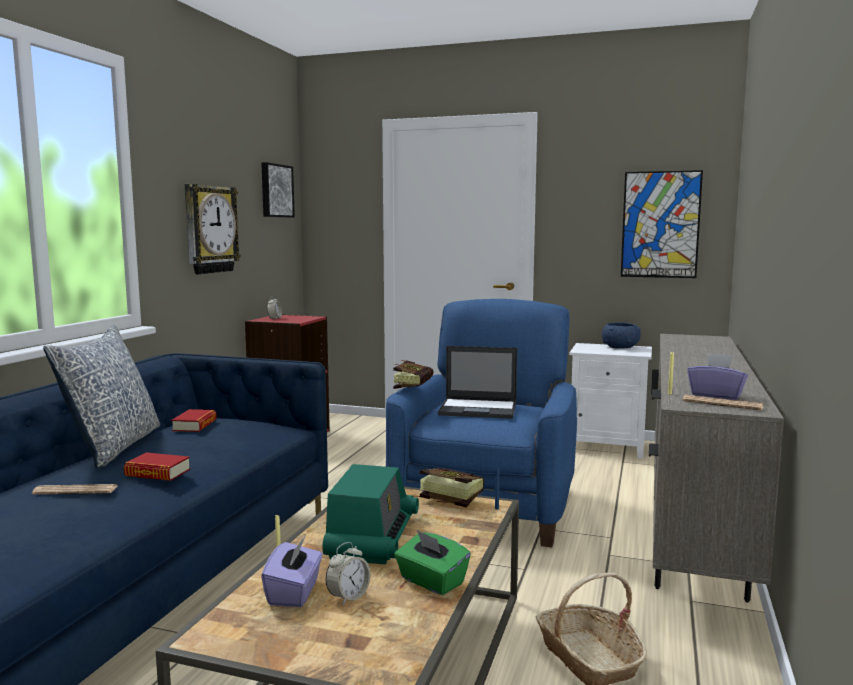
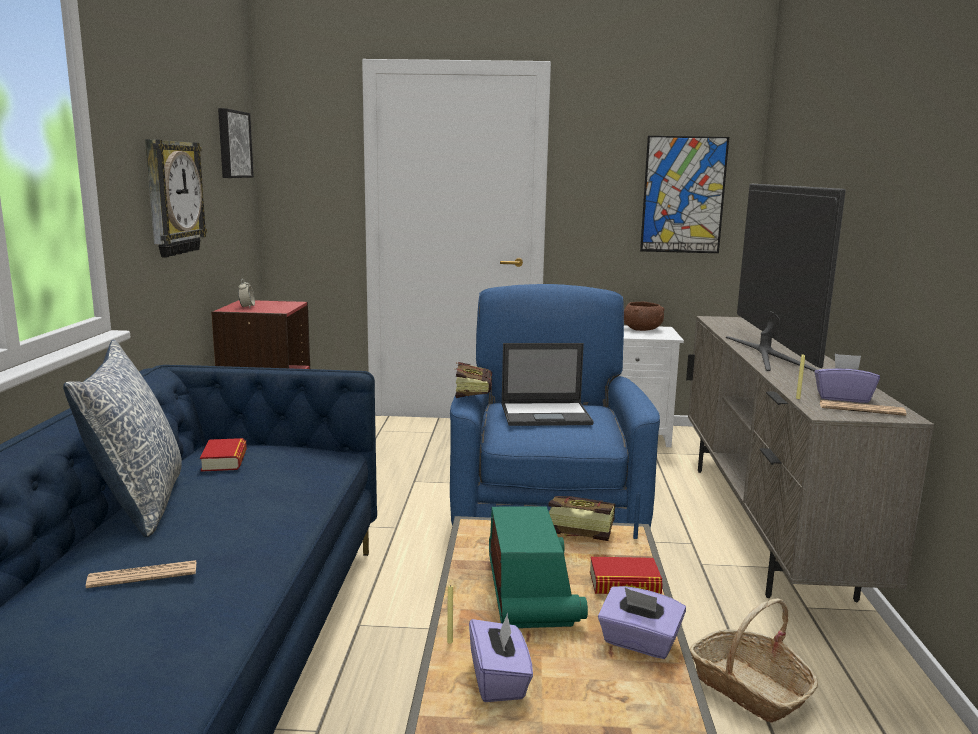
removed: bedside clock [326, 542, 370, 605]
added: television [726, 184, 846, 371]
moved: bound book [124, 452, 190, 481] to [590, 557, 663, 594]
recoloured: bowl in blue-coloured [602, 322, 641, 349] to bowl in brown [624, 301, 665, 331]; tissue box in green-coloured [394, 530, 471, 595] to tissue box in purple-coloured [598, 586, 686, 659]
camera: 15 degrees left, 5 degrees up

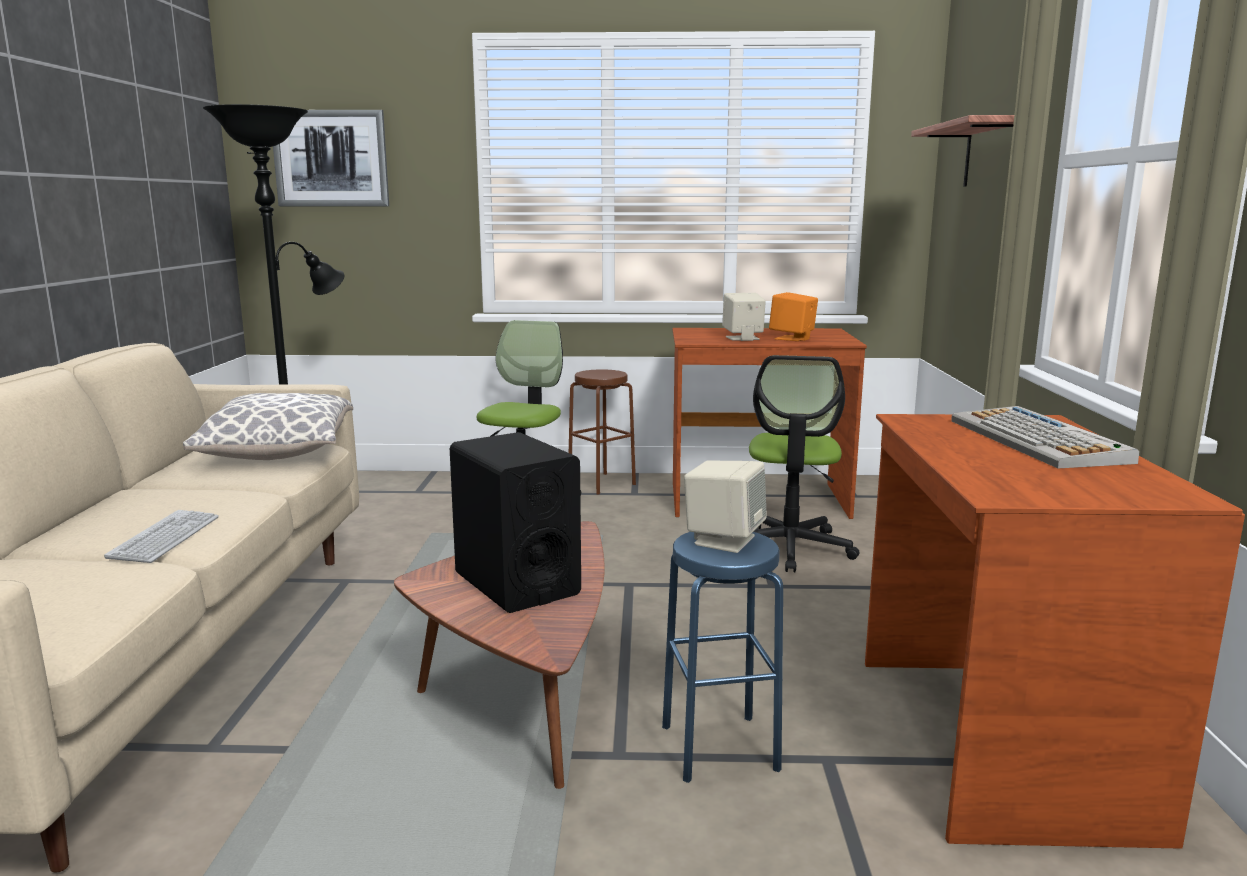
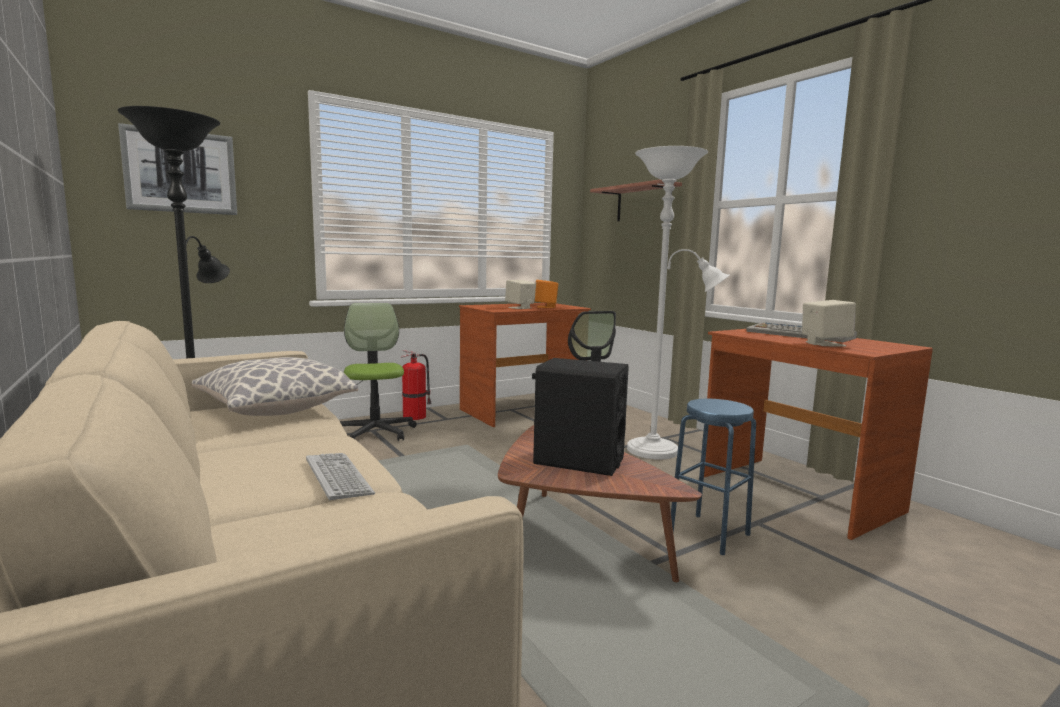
added: standing lamp in whitish [627, 146, 730, 459]
moved: audio speaker in beige [684, 461, 767, 553] to [802, 300, 856, 346]
replaced: stool in brown [569, 369, 636, 494] to extinguisher [401, 350, 432, 420]
camera: 35 degrees left, 5 degrees down

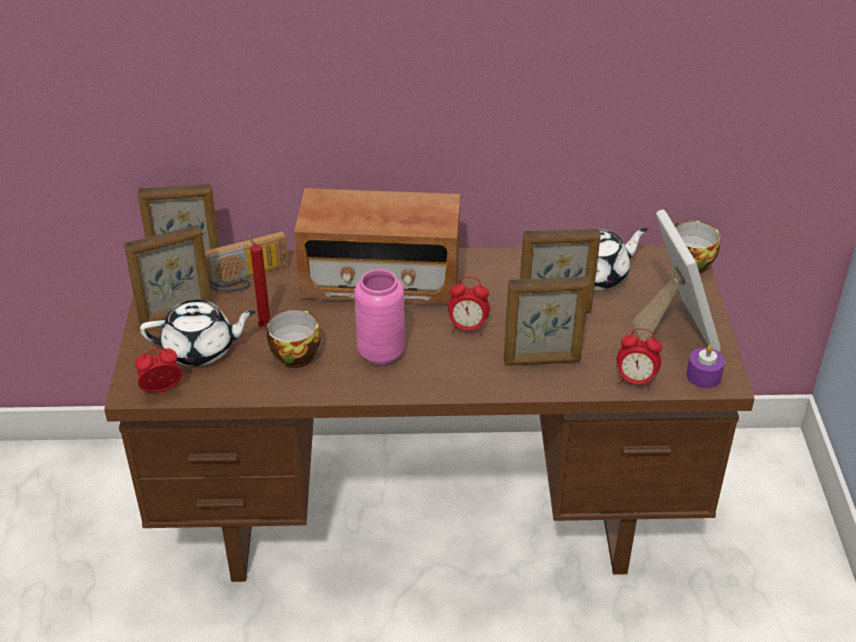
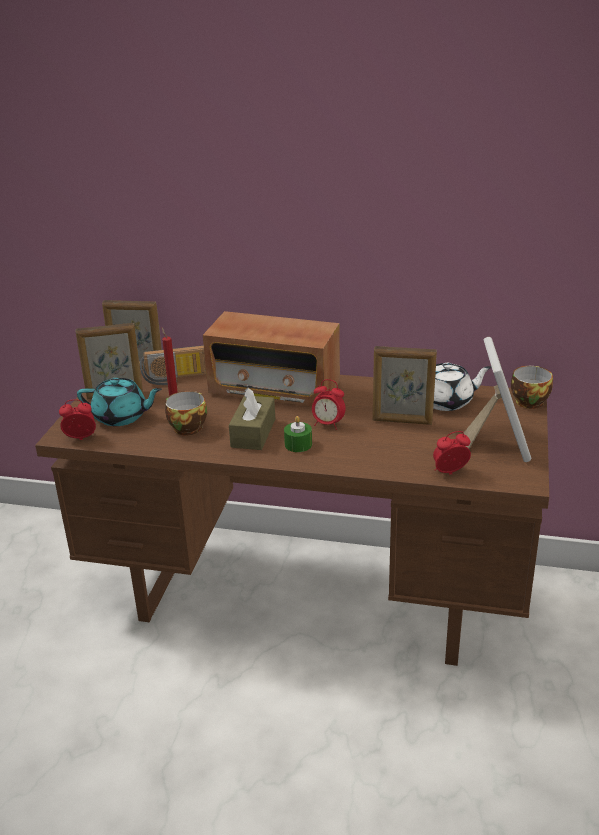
removed: standing frame [503, 276, 590, 366]; wax candle in purple-coloured [686, 345, 725, 388]
added: wax candle in green-coloured [284, 416, 312, 452]
replaced: vase in pinkish [354, 269, 405, 365] to tissue box in brown [229, 388, 275, 450]
recoloured: tea pot in whitish [140, 300, 256, 366] to tea pot in turquoise-coloured [77, 378, 162, 426]
turned: bedside clock [617, 328, 662, 390] = [433, 431, 471, 475] 135 degrees clockwise
camera: 15 degrees right, 10 degrees down

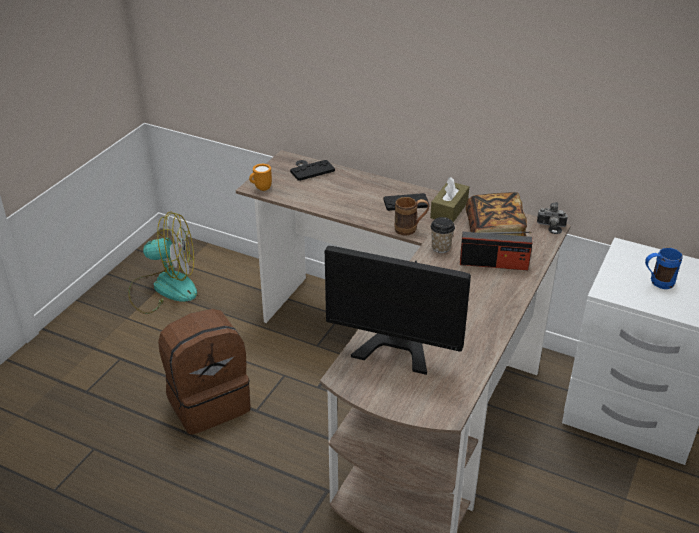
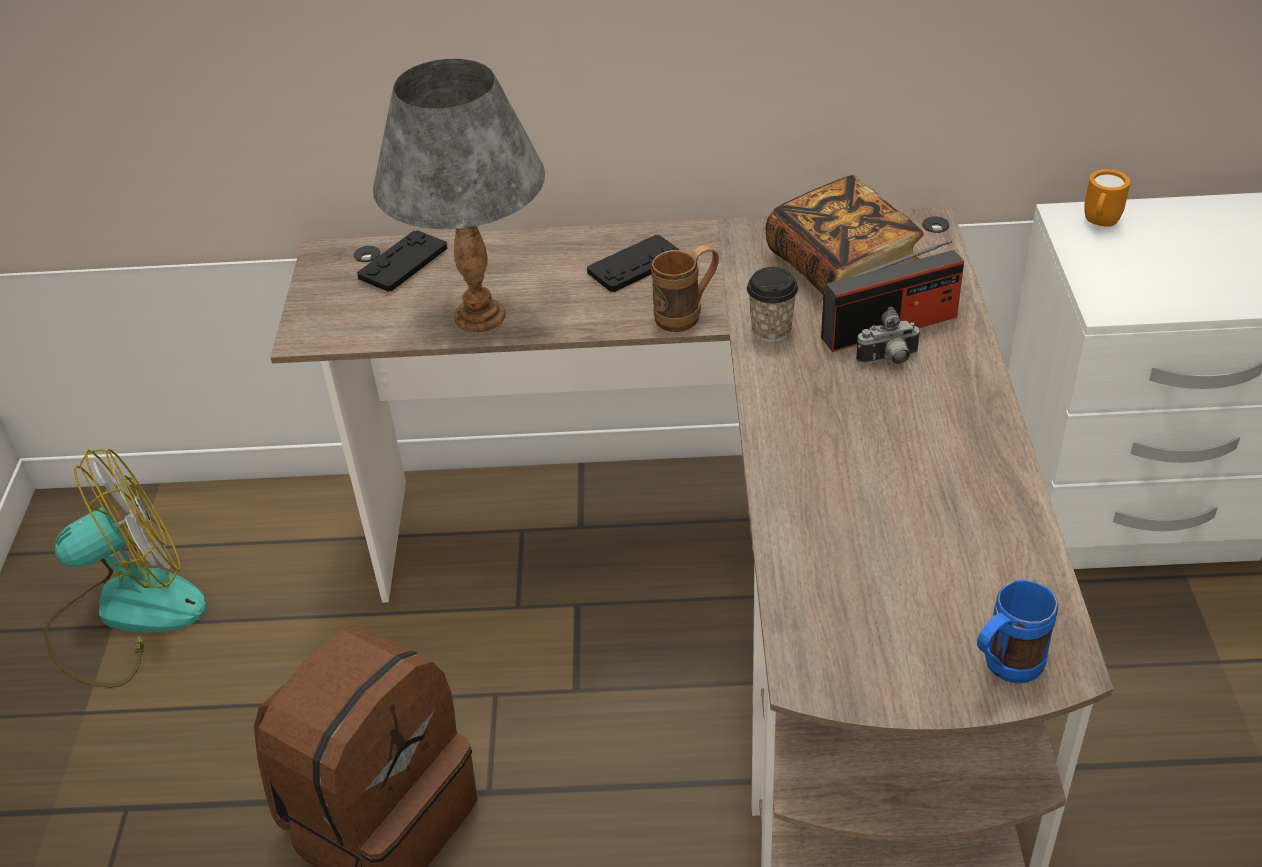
removed: tissue box in brown [430, 177, 469, 222]; monitor [325, 246, 471, 375]
added: table lamp in greyish [373, 58, 545, 332]
moved: tea mug in orange [249, 164, 272, 191] to [1084, 169, 1130, 227]; photo camera [537, 202, 568, 228] to [856, 307, 921, 364]; tea mug in blue-coloured [645, 248, 683, 289] to [977, 580, 1058, 683]
camera: 25 degrees left, 5 degrees up

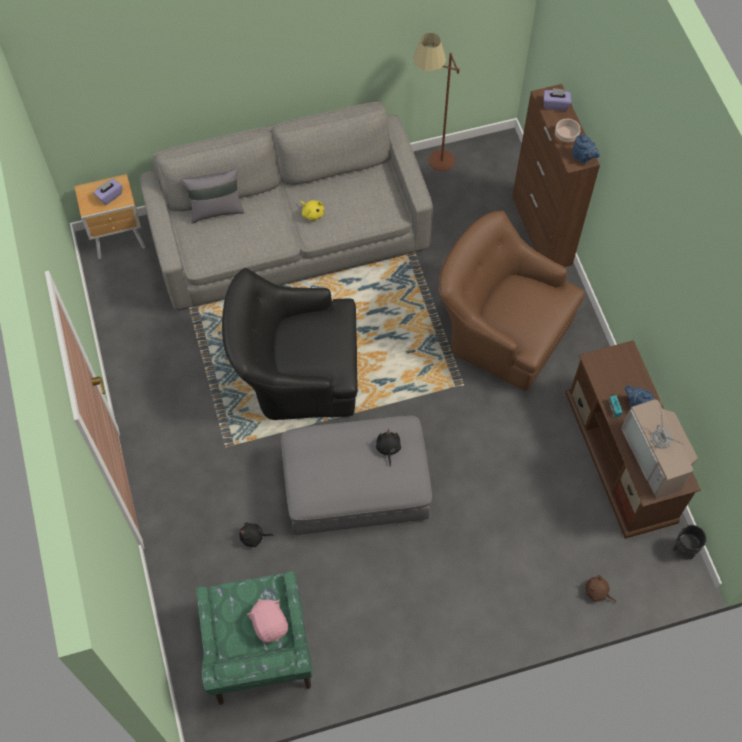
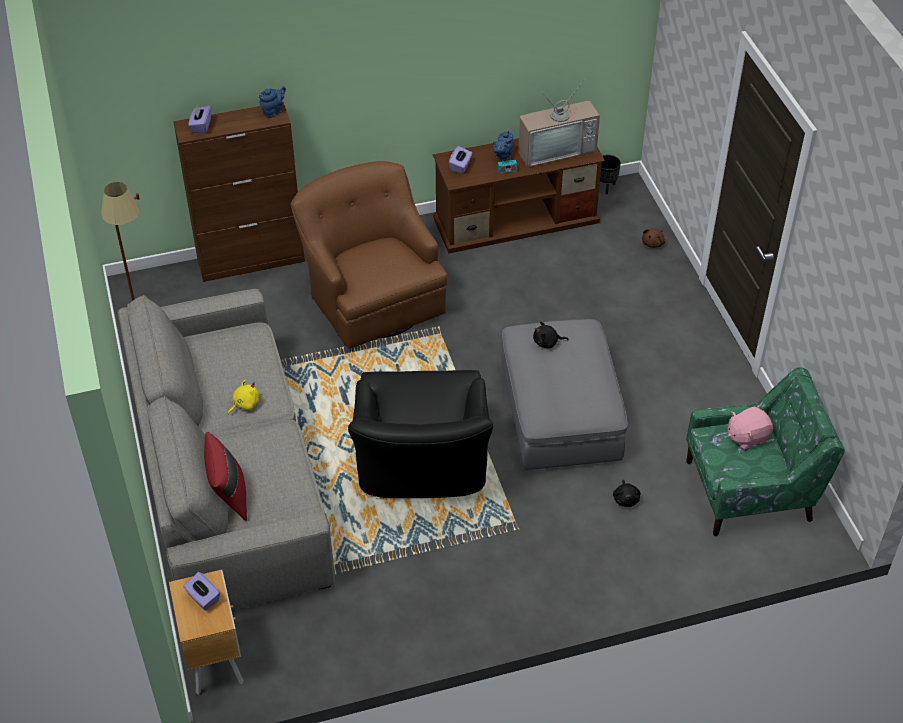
removed: bowl [554, 119, 581, 146]
added: tissue box in purple-coloured [449, 146, 472, 174]
recoloured: pillow in greyish [181, 168, 244, 224] to pillow in reddish [204, 432, 247, 521]
turned: easy chair in brown [439, 211, 584, 391] = [291, 161, 447, 349] 120 degrees clockwise
camera: 90 degrees left, 15 degrees down

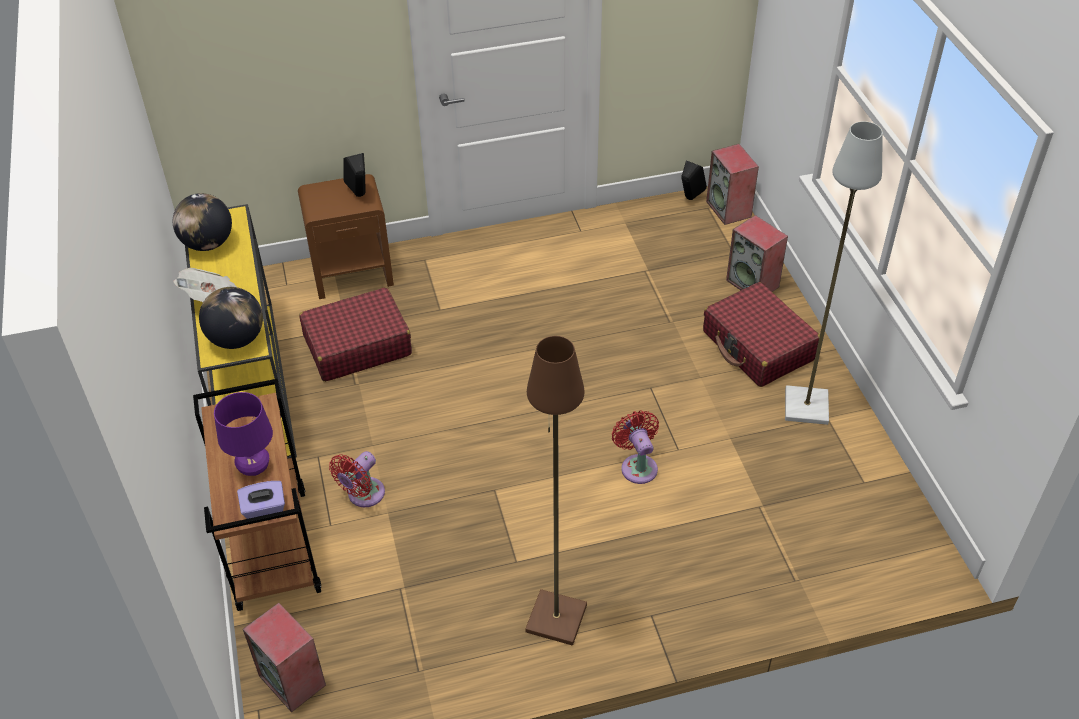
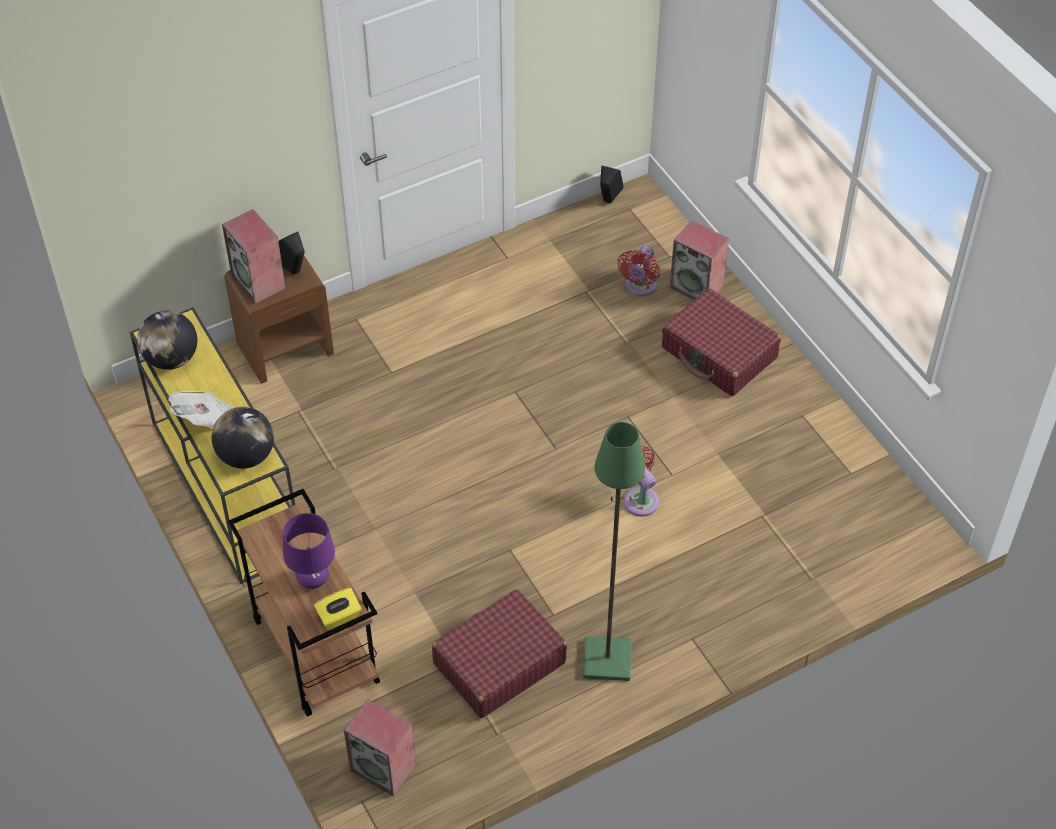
removed: standing lamp in greyish [785, 121, 883, 425]
moved: audio speaker [706, 144, 759, 225] to [222, 209, 286, 304]; piece of luggage in reddish [299, 287, 412, 382] to [432, 589, 567, 718]; fan in reddish [329, 451, 385, 507] to [618, 245, 660, 296]
recoloured: standing lamp in brown [525, 336, 587, 645] to standing lamp in green-coloured [583, 422, 645, 681]; tissue box in purple-coloured [237, 481, 285, 519] to tissue box in yellow [314, 588, 361, 630]
camera: 15 degrees left, 5 degrees up

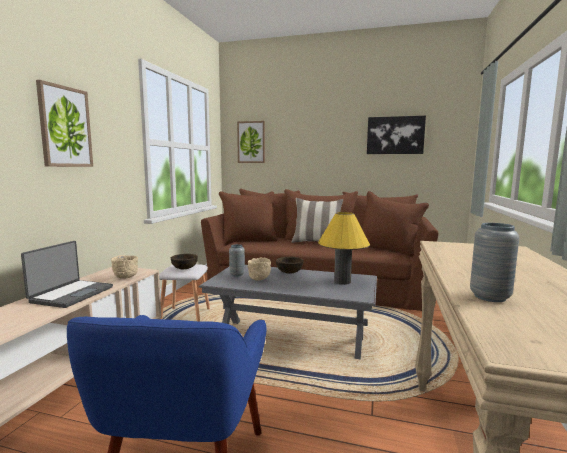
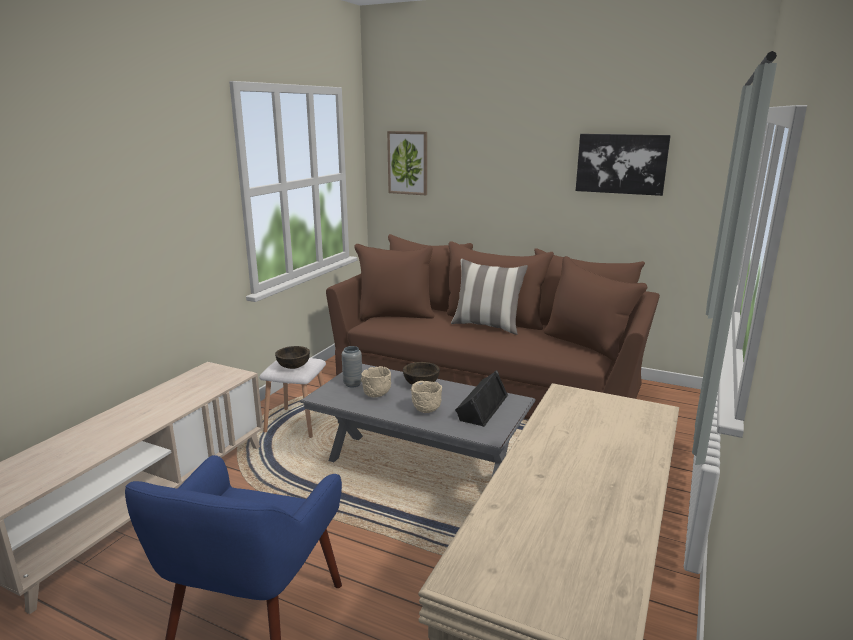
removed: picture [36, 80, 93, 167]; vase in greyish [470, 223, 519, 302]; portable computer [21, 241, 113, 308]
moved: bowl in beige [111, 255, 138, 279] to [411, 381, 442, 413]
replaced: table lamp in yellow [318, 212, 370, 285] to audio speaker in black [455, 370, 508, 427]
camera: 10 degrees right, 10 degrees up

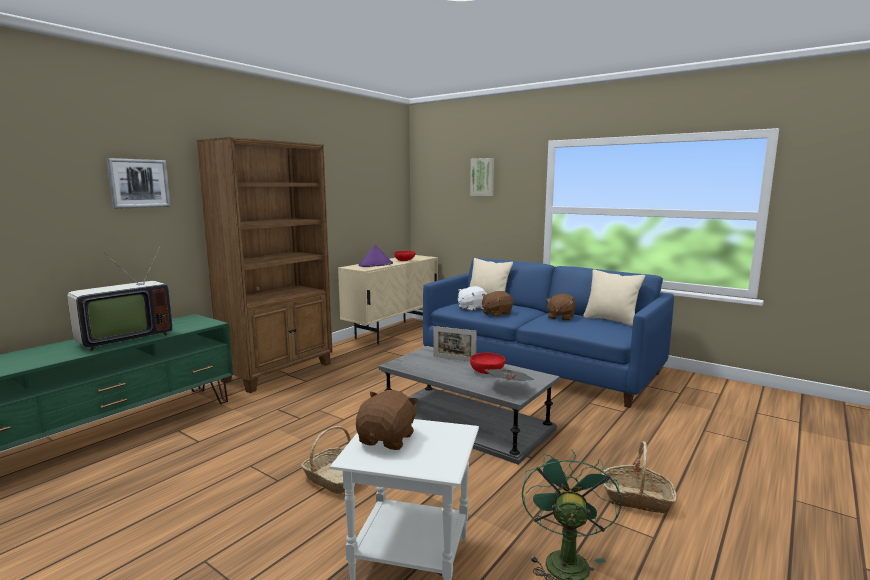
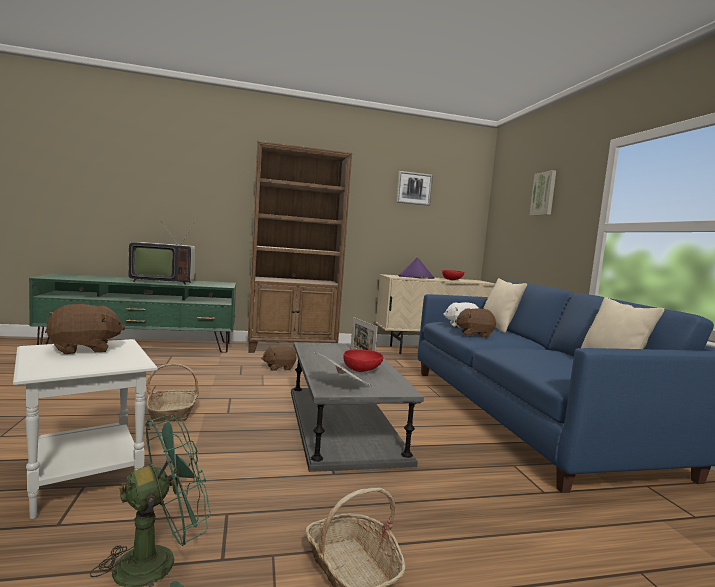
moved: picture [106, 158, 171, 209] to [396, 171, 433, 206]; plush toy in brown [546, 294, 576, 321] to [261, 345, 296, 371]
camera: 40 degrees right, 5 degrees down

